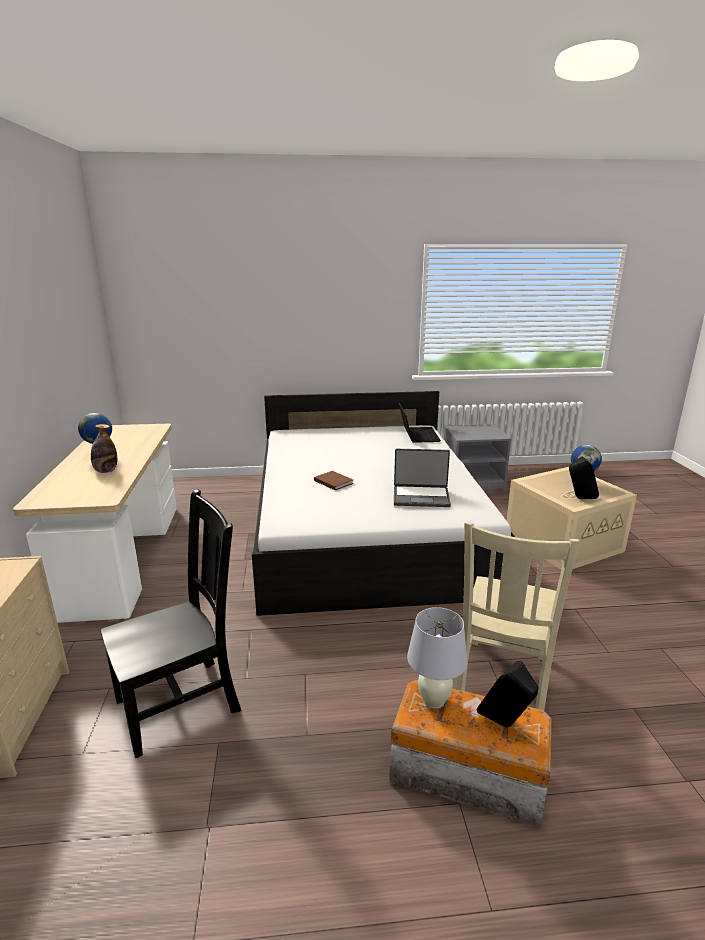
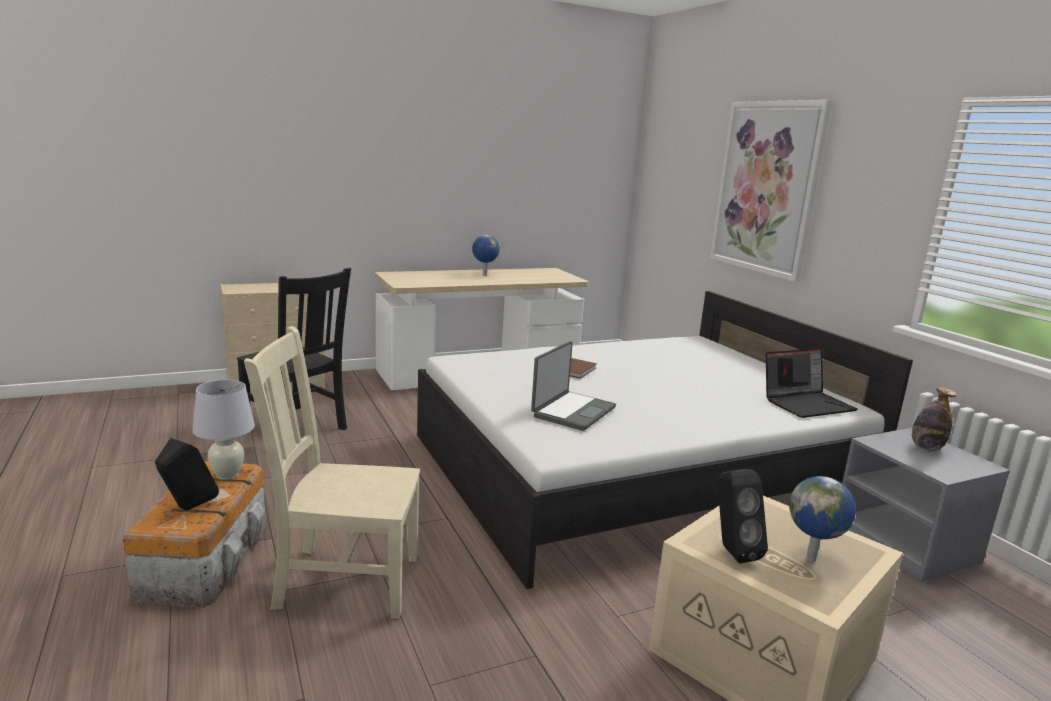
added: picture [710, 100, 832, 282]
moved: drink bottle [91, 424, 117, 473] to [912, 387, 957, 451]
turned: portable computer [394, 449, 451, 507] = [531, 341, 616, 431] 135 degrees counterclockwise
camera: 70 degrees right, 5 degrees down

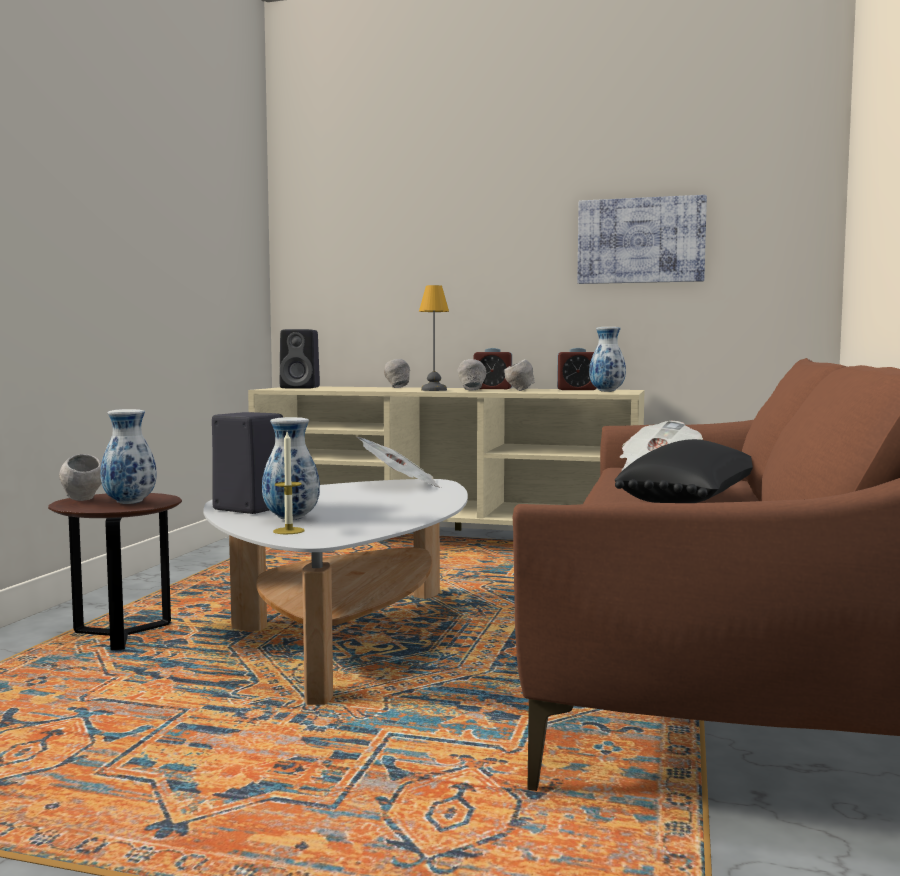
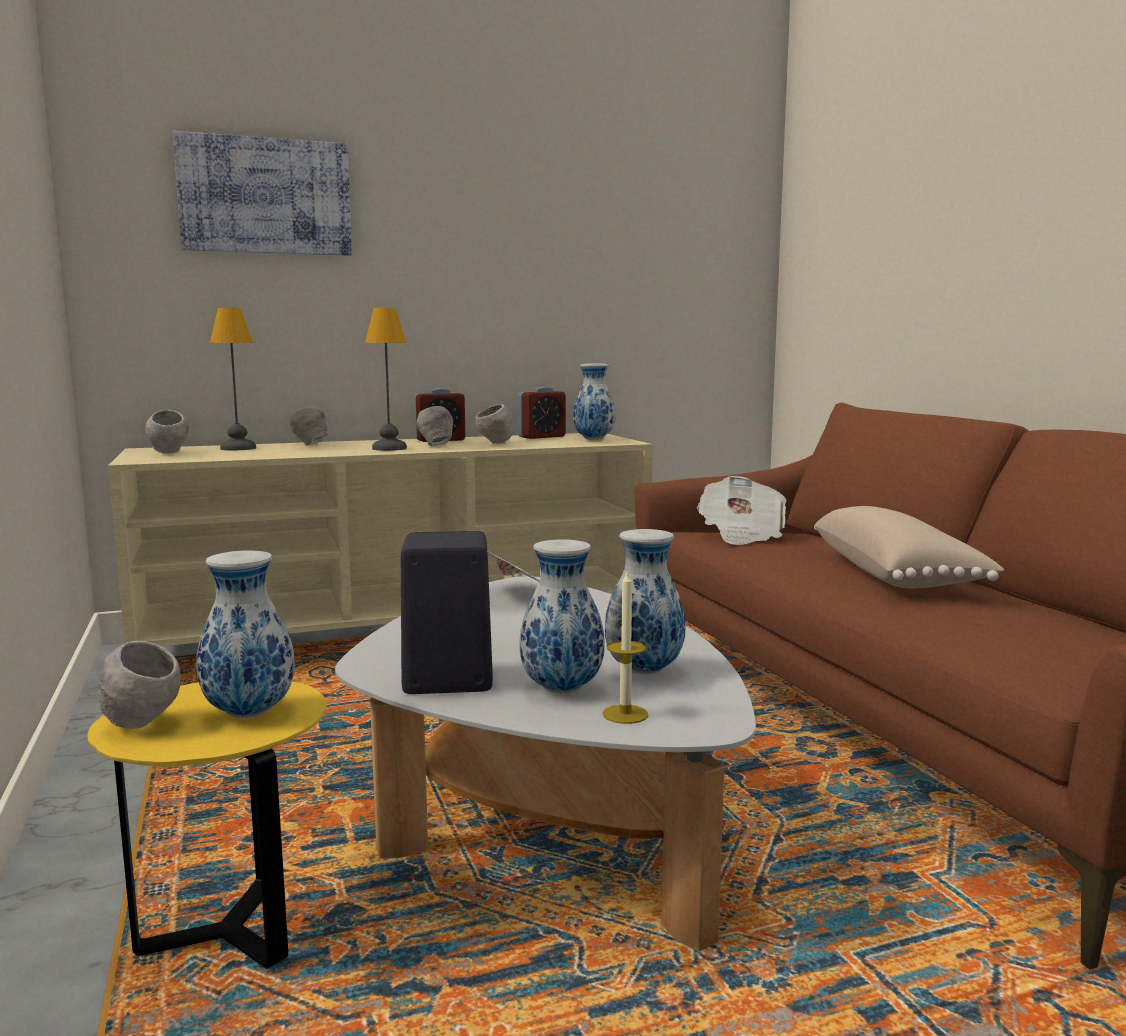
added: table lamp [210, 308, 256, 450]; vase [605, 529, 685, 674]
moved: picture [578, 195, 707, 284] to [173, 131, 352, 256]
replaced: audio speaker in black [280, 329, 320, 388] to bowl in greyish [145, 410, 189, 454]
recoloured: pillow in black [615, 439, 753, 503] to pillow in beige [814, 506, 1004, 588]; end table in brown [48, 493, 182, 651] to end table in yellow [88, 681, 327, 969]
camera: 35 degrees left, 5 degrees up

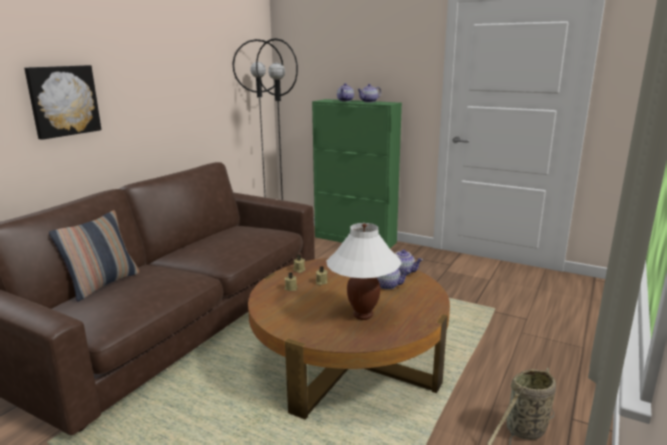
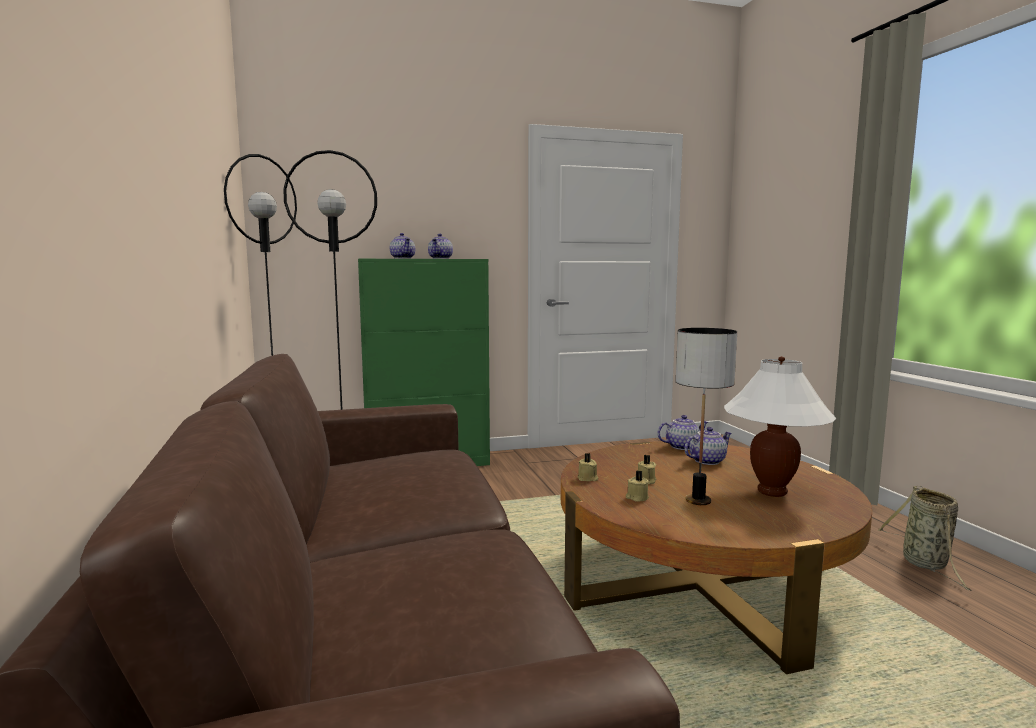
removed: picture [24, 65, 101, 140]; pillow [49, 210, 139, 301]
added: table lamp [676, 328, 737, 505]
camera: 45 degrees left, 10 degrees down

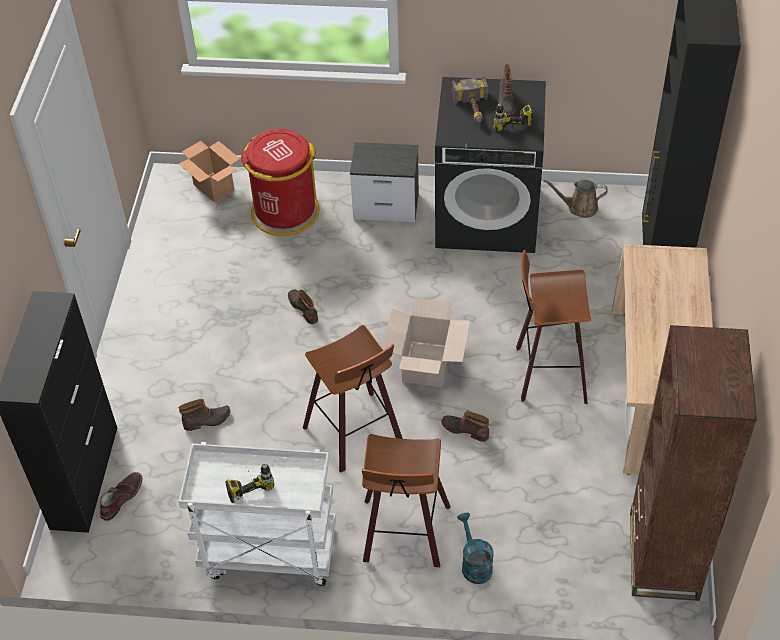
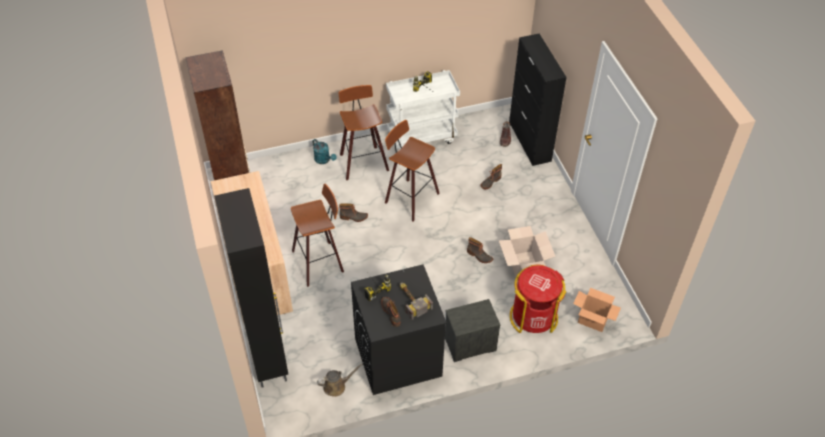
moved: carton [382, 298, 470, 387] to [499, 226, 555, 277]
camera: 155 degrees right, 0 degrees up

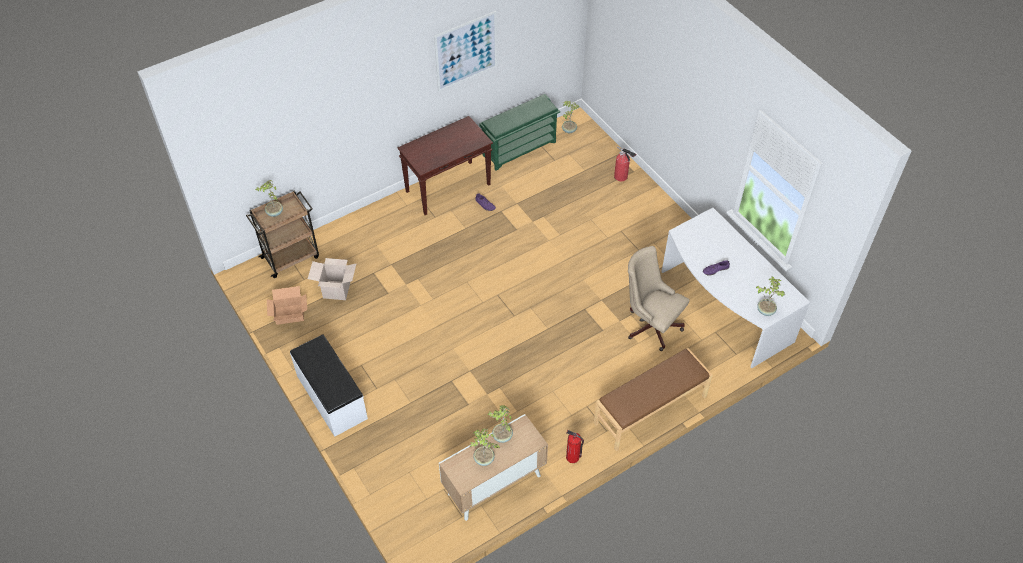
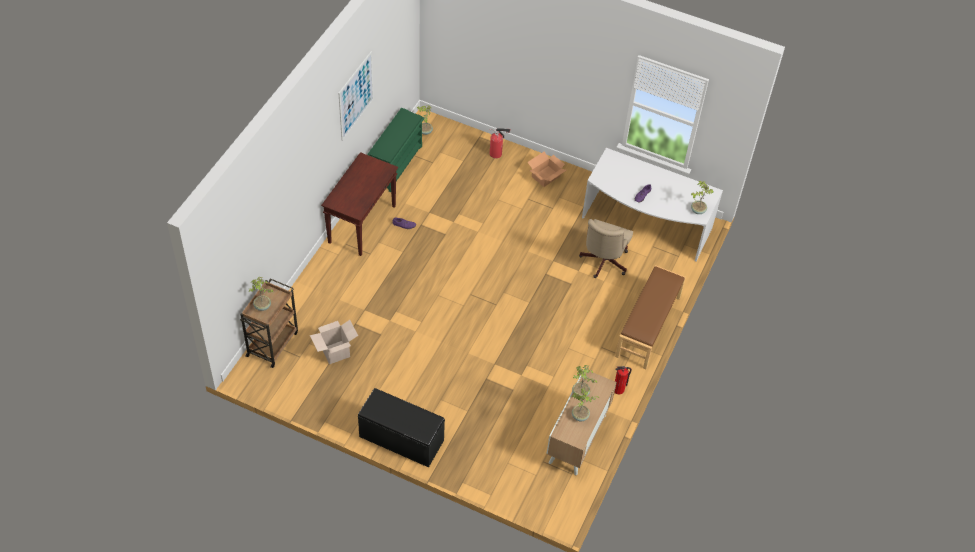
moved: carton [267, 286, 307, 325] to [528, 152, 566, 187]
recoloured: long seat in whitish [290, 334, 368, 437] to long seat in black [358, 388, 445, 467]
turned: computer chair in beige [628, 246, 690, 351] = [579, 219, 633, 278] 75 degrees counterclockwise
camera: 35 degrees left, 0 degrees up

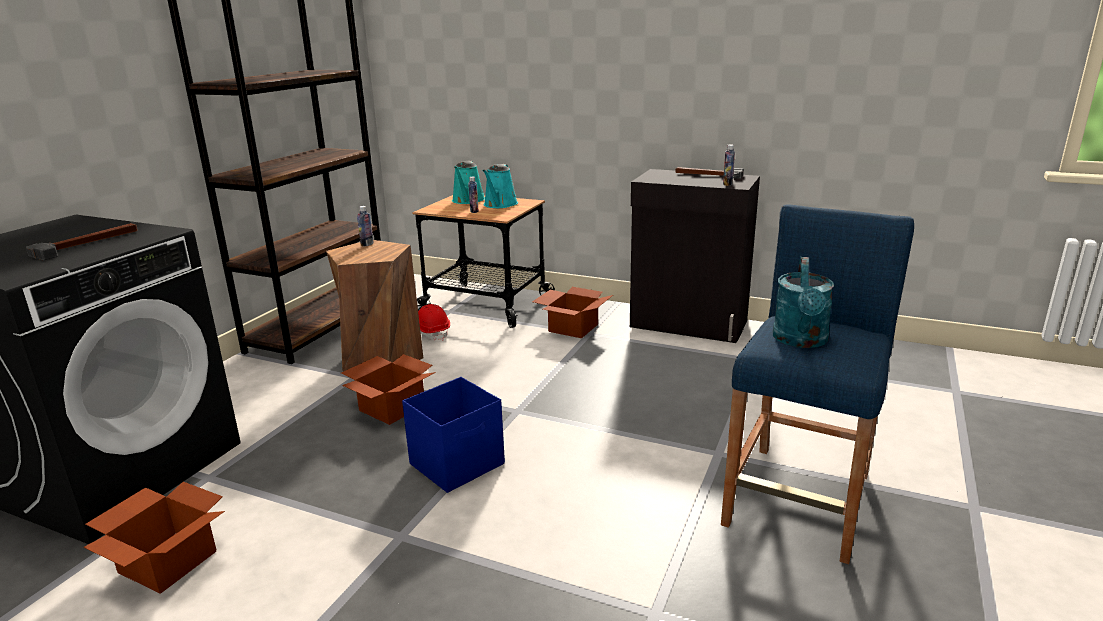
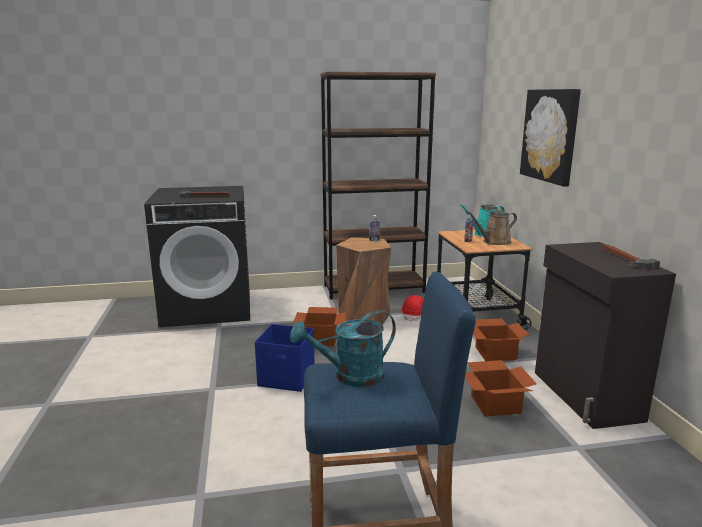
removed: drink bottle [723, 144, 735, 186]
added: picture [520, 89, 581, 187]
moved: carton [83, 482, 225, 594] to [465, 360, 537, 417]
recoloured: sprinkling can in turquoise-coloured [483, 164, 518, 208] to sprinkling can in brown [466, 210, 517, 245]
camera: 55 degrees right, 5 degrees down

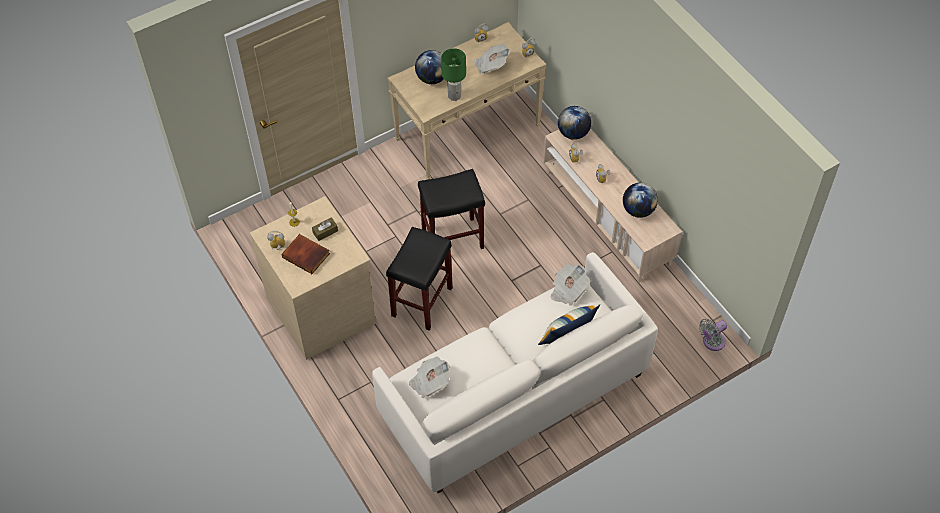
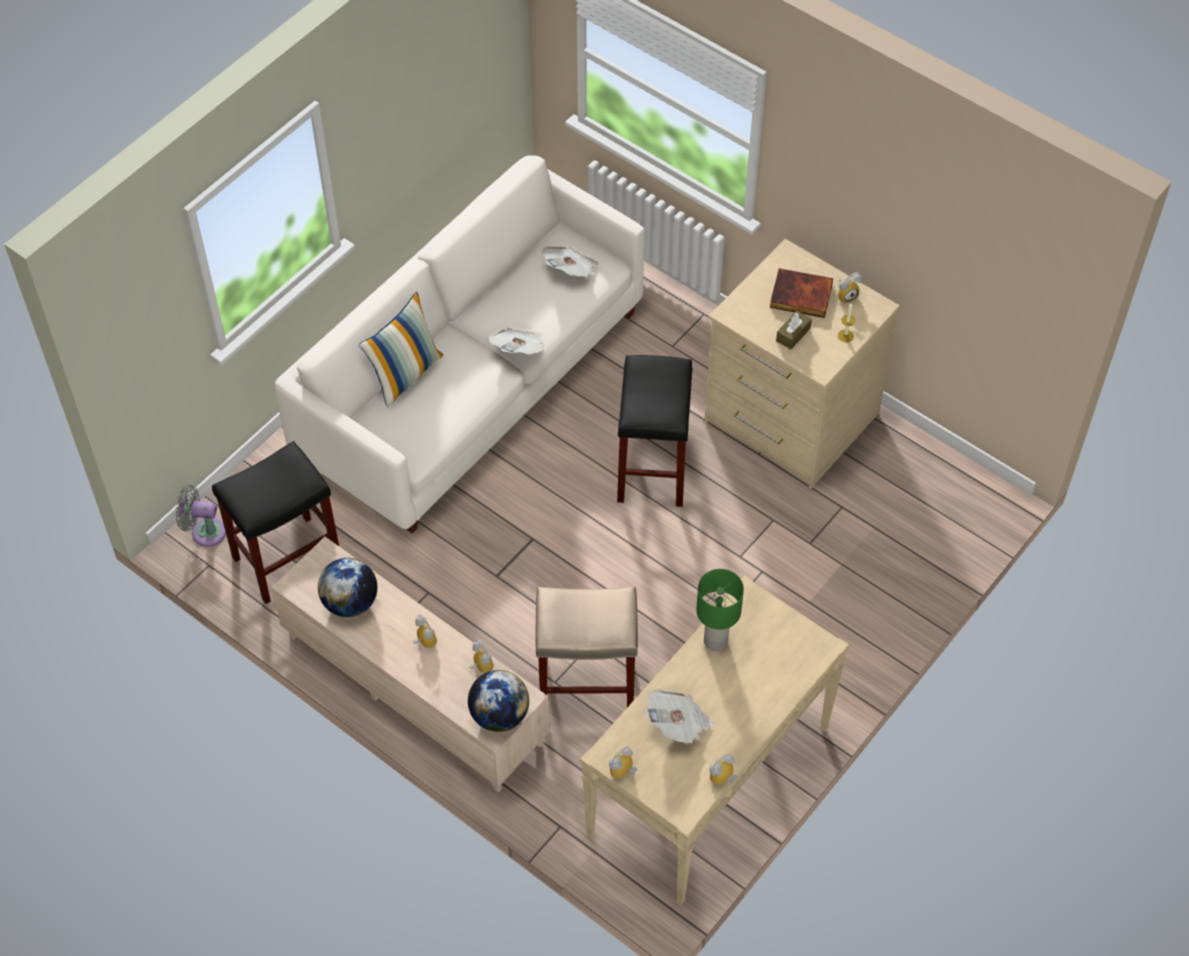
removed: globe [415, 50, 444, 84]
added: stool in beige [536, 587, 638, 707]
moved: stool in black [418, 169, 485, 249] to [212, 441, 339, 604]; printed paper [550, 264, 590, 306] to [489, 328, 545, 355]
turned: fan in greyish [699, 319, 727, 351] = [176, 485, 226, 547] 120 degrees counterclockwise
camera: 160 degrees right, 0 degrees up

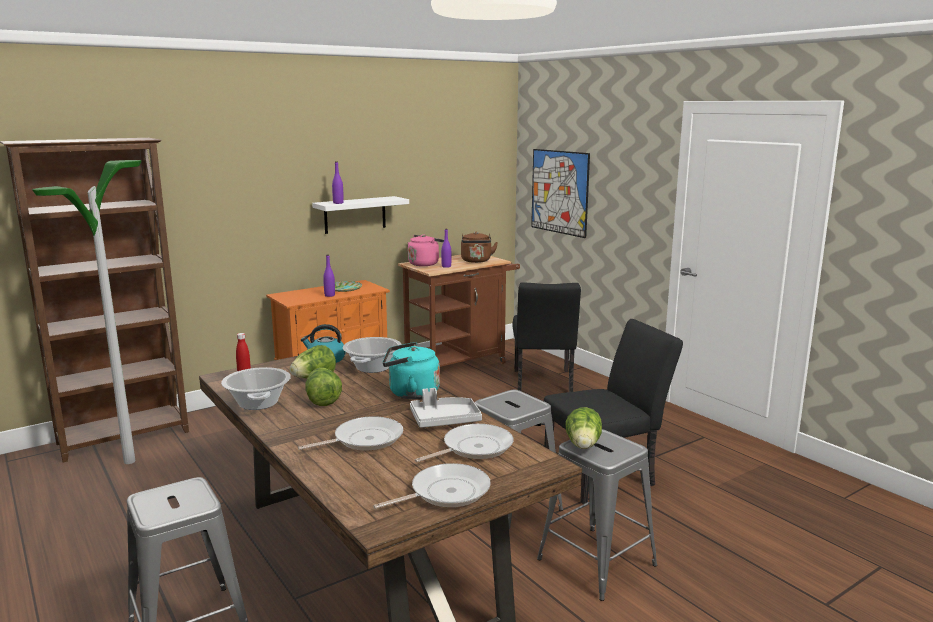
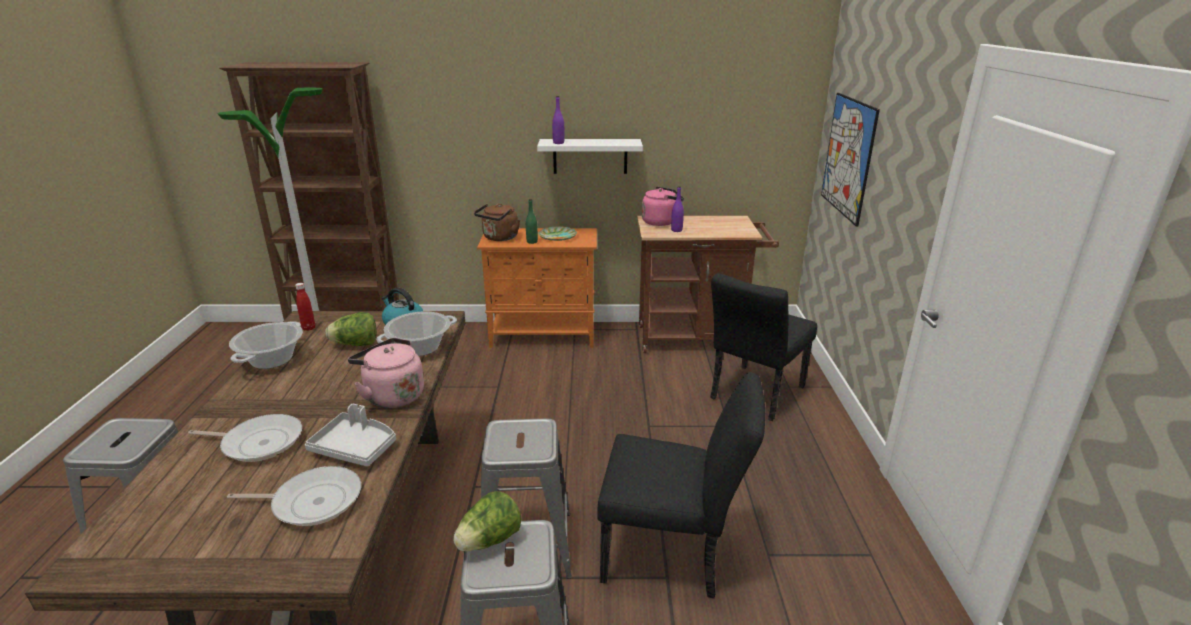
removed: lettuce head [305, 368, 342, 406]; pan [373, 463, 491, 509]
moved: water kettle in brown [461, 232, 498, 263] to [474, 204, 520, 241]
recoloured: drink bottle in purple-coloured [323, 254, 335, 297] to drink bottle in green-coloured [526, 199, 538, 244]; water kettle in turquoise-coloured [383, 342, 440, 399] to water kettle in pinkish [348, 338, 424, 408]
camera: 35 degrees right, 10 degrees up

